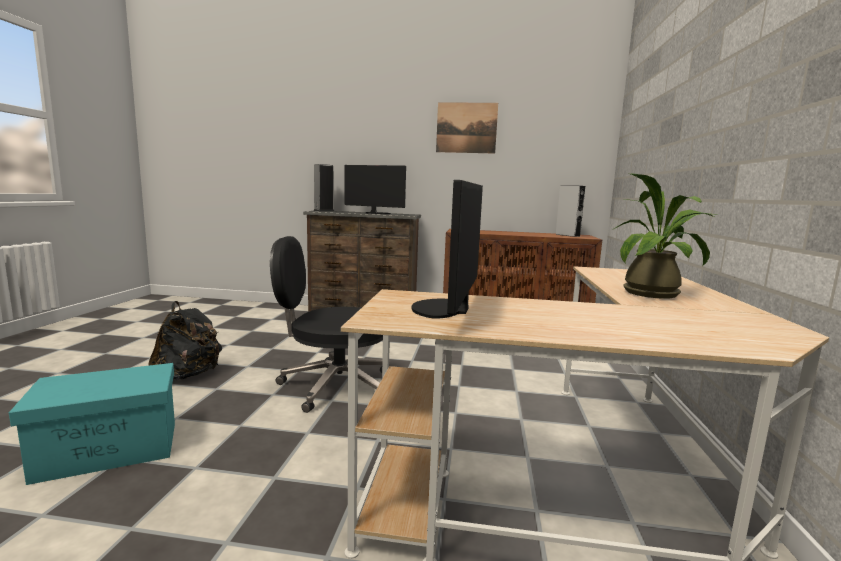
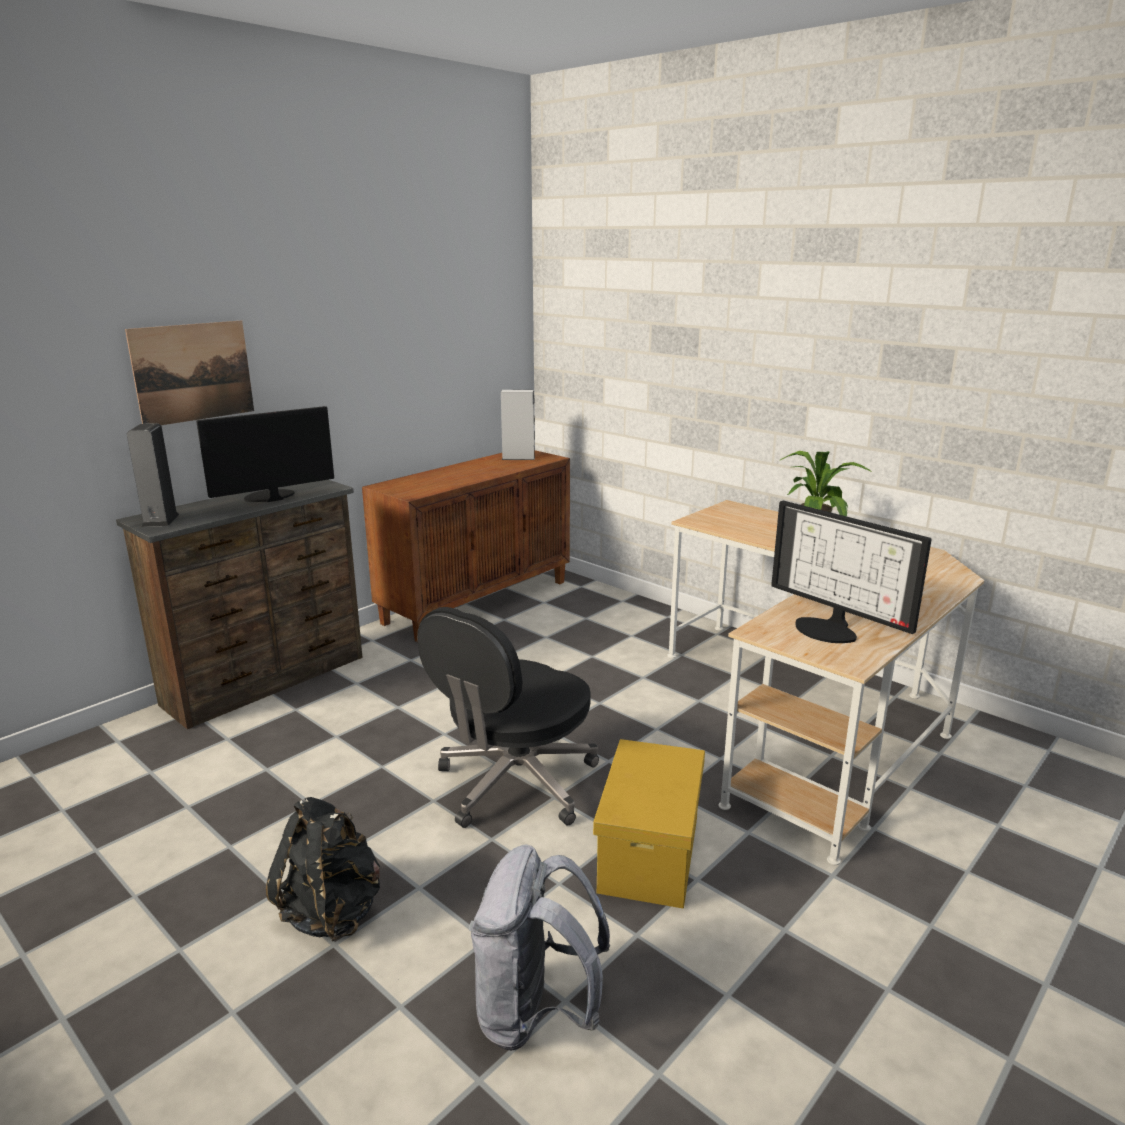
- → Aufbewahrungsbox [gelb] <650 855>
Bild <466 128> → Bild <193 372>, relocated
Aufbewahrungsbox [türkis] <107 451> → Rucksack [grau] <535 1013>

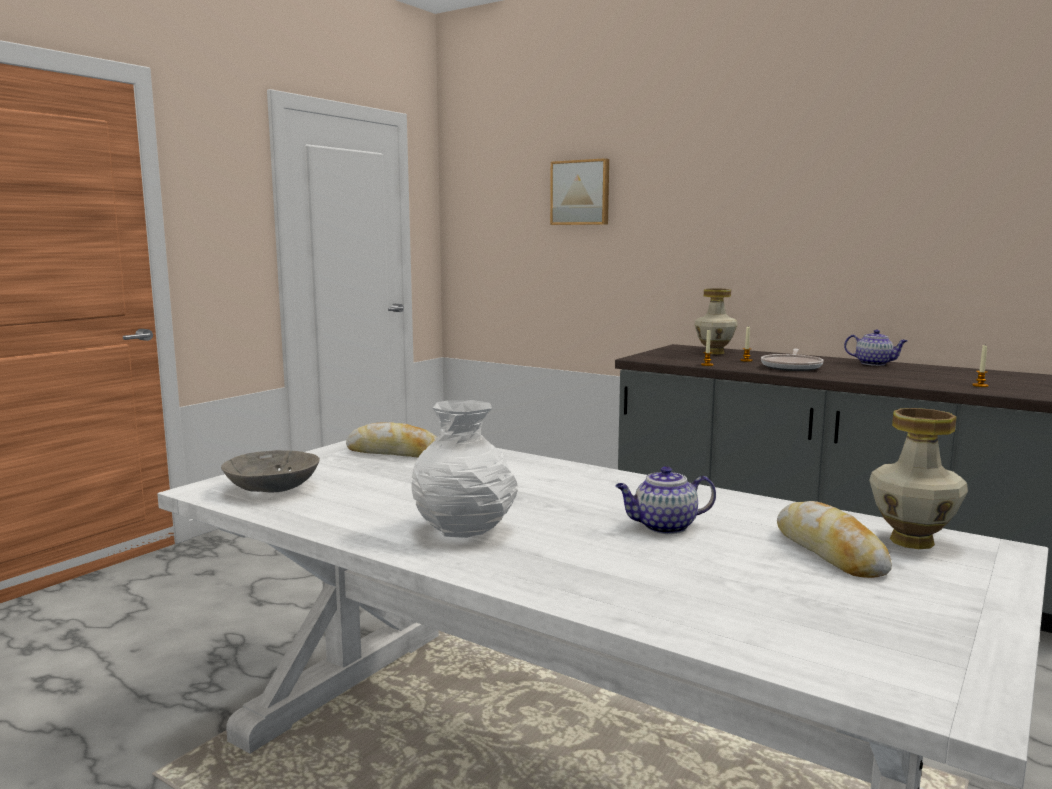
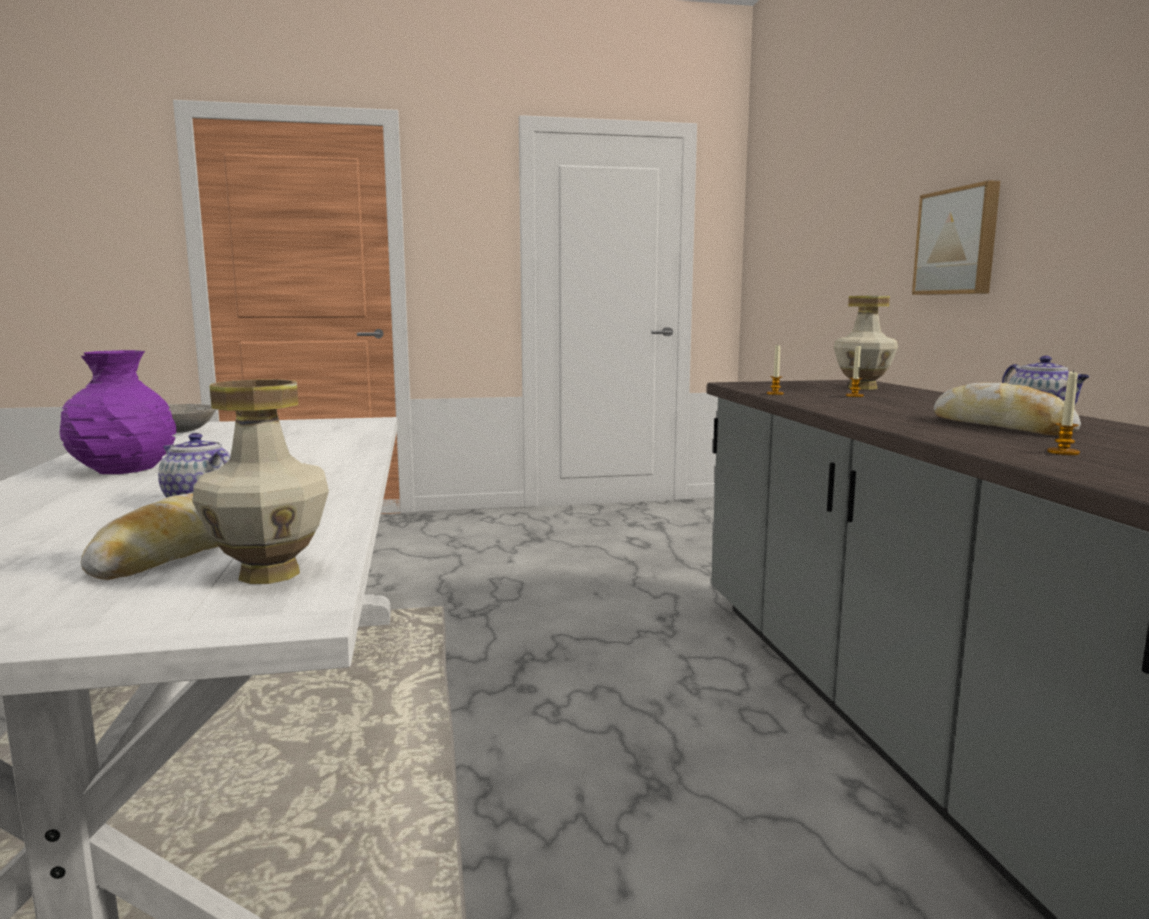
Pfanne <792 367> → -
Brot <394 452> → Brot <1001 426>, relocated
Bild <581 192> → Bild <958 242>, relocated
Vase [weiß] <465 529> → Vase [lila] <122 470>

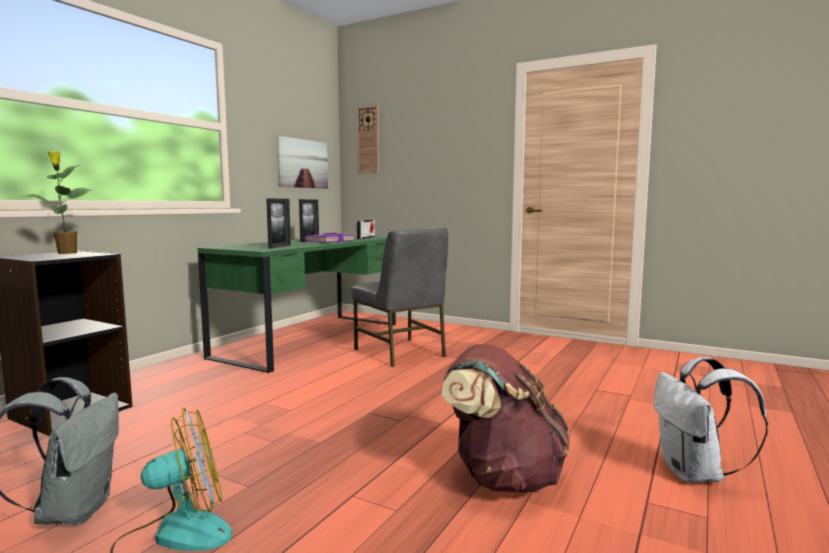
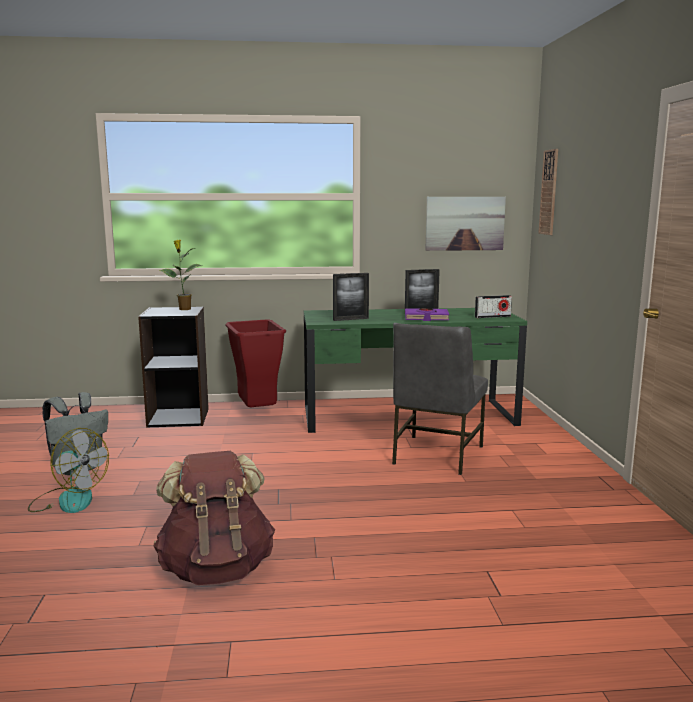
Rucksack [weiß] <695 474> → -
- → Mülleimer [rot] <258 413>

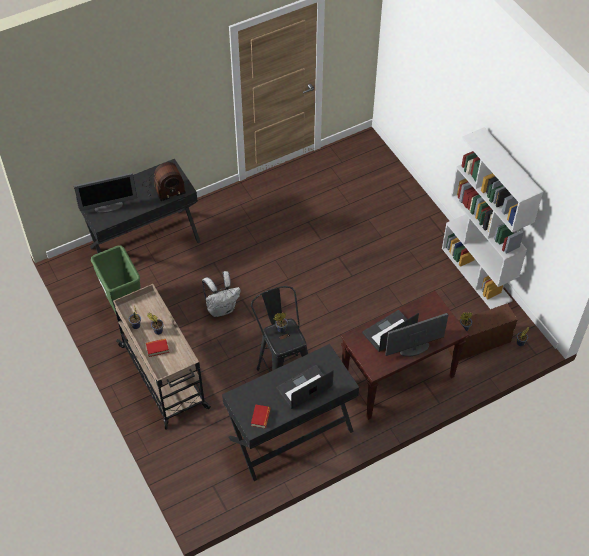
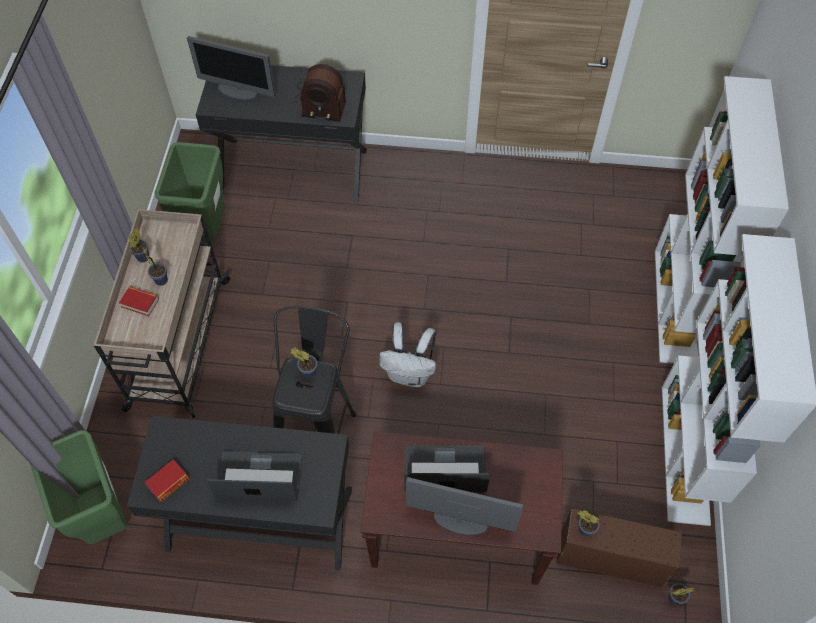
- → Mülleimer [grün] <106 519>
- → Bücherregal [weiß] <676 306>
Rucksack [weiß] <221 308> → Rucksack [weiß] <410 374>, relocated

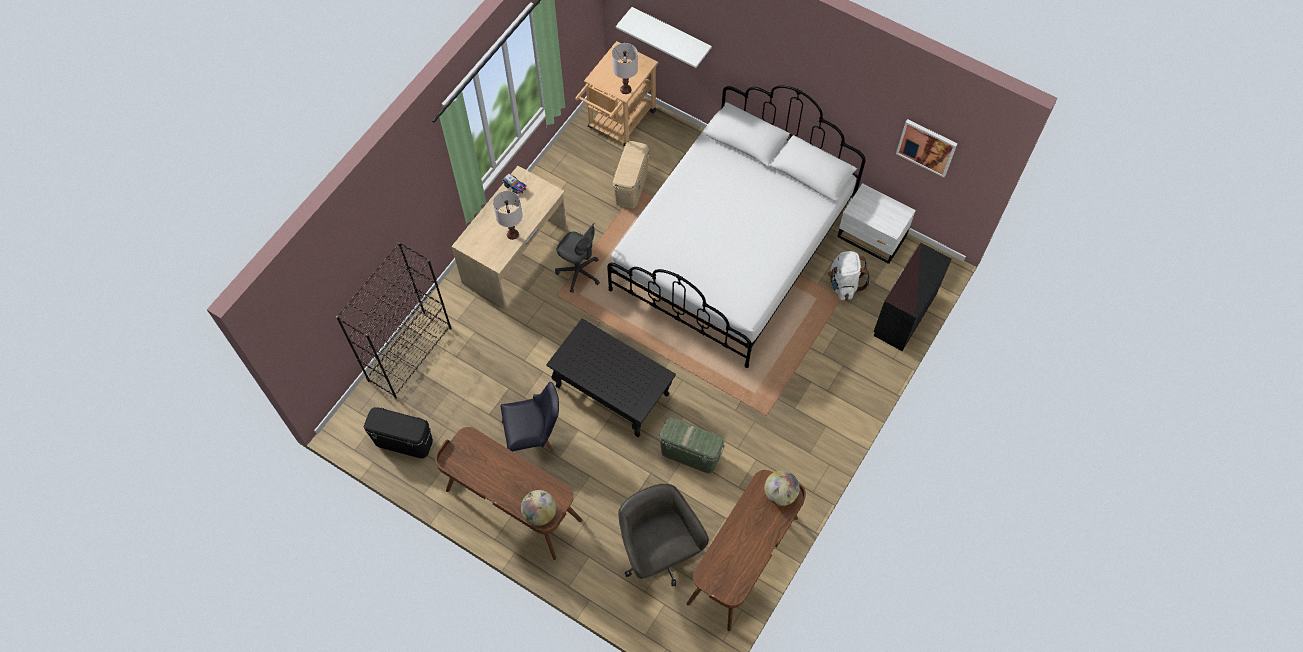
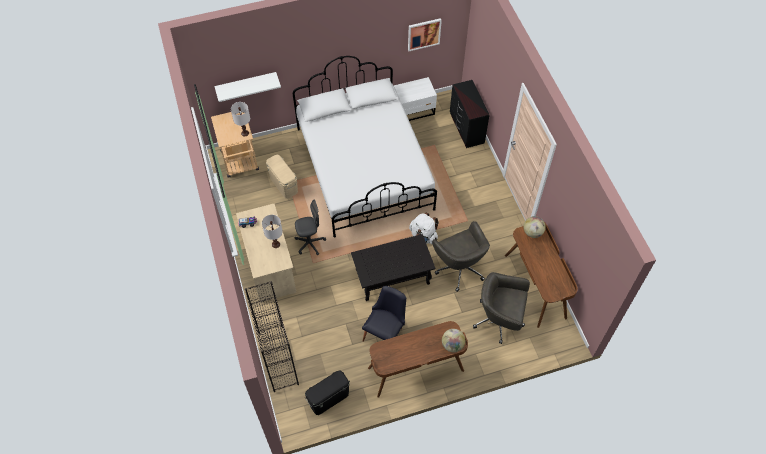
Rucksack [weiß] <844 284> → Rucksack [weiß] <423 235>, relocated
Aufbewahrungsbox [grün] <690 454> → Bürostuhl [grau] <459 268>

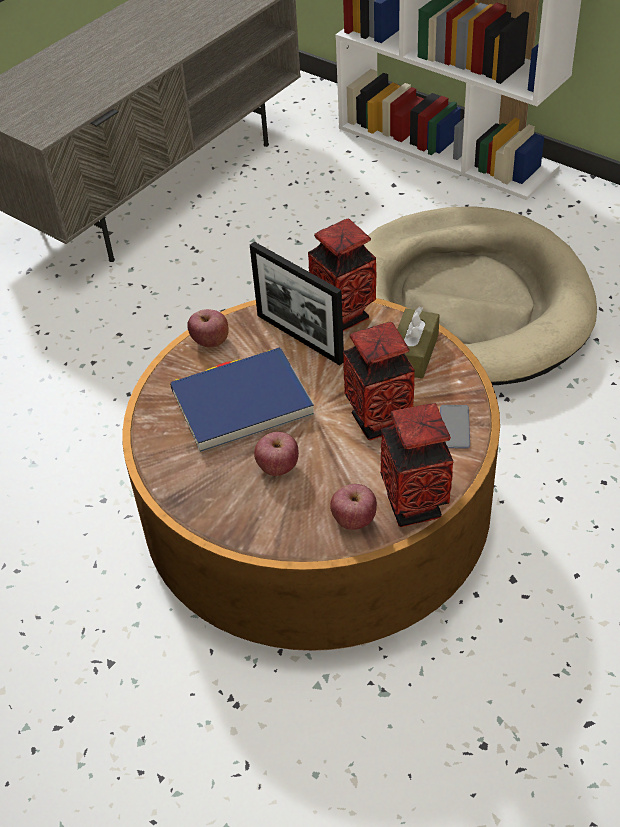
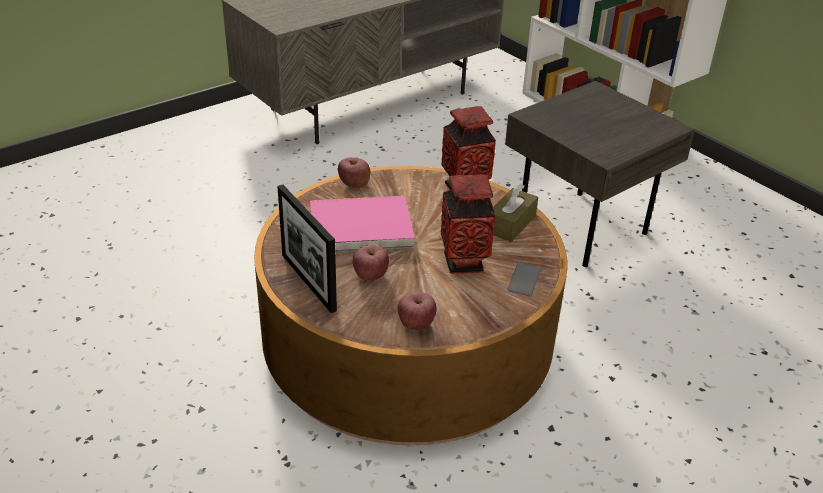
Vase <414 506> → -
Bilderrahmen <299 338> → Bilderrahmen <308 282>, relocated
Hundebett [beige] <467 303> → Beistelltisch [grau] <582 225>
Buch [blau] <242 403> → Buch [rosa] <360 228>

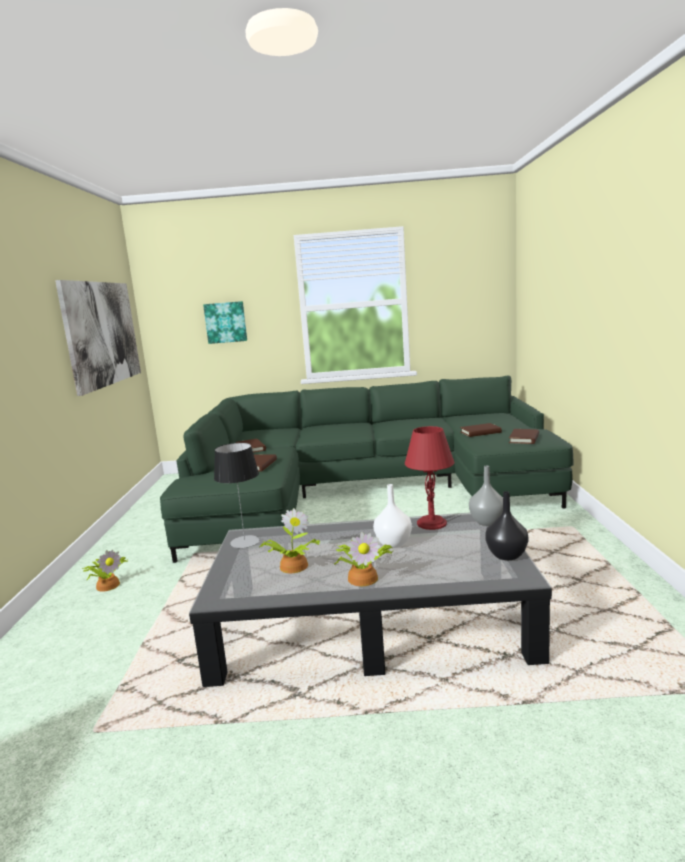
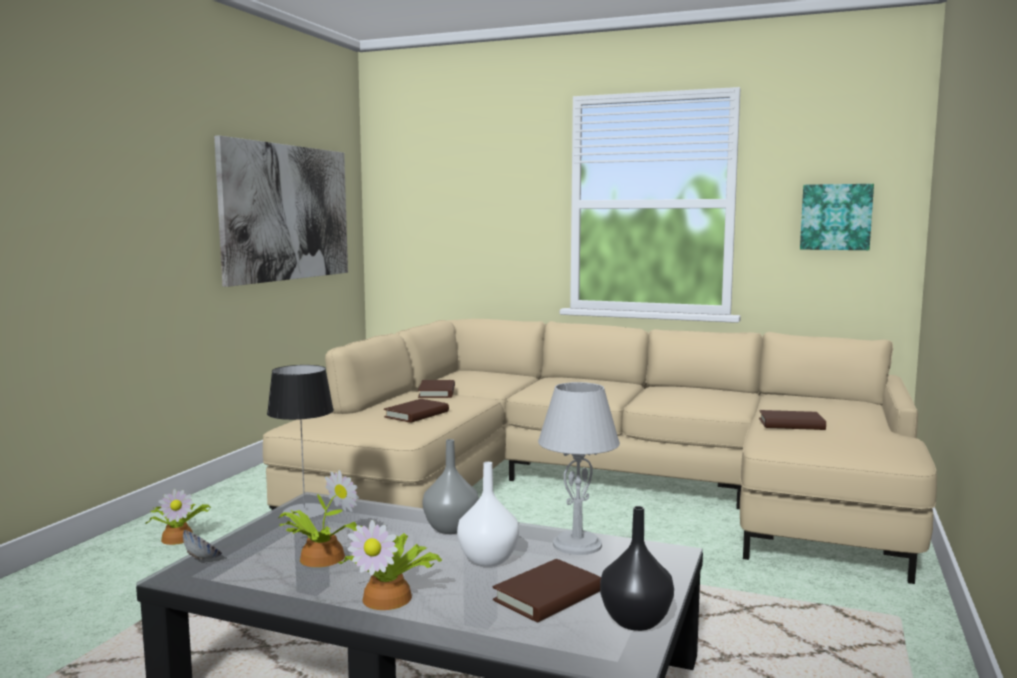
- → Schüssel <203 559>
Bild <226 322> → Bild <836 217>, relocated
Vase [grau] <487 522> → Vase [grau] <450 529>, relocated
Buch [braun] <524 439> → Buch [braun] <548 596>, relocated
Sofa [grün] <362 491> → Sofa [beige] <599 488>
Tischlampe [rot] <431 523> → Tischlampe [grau] <577 544>

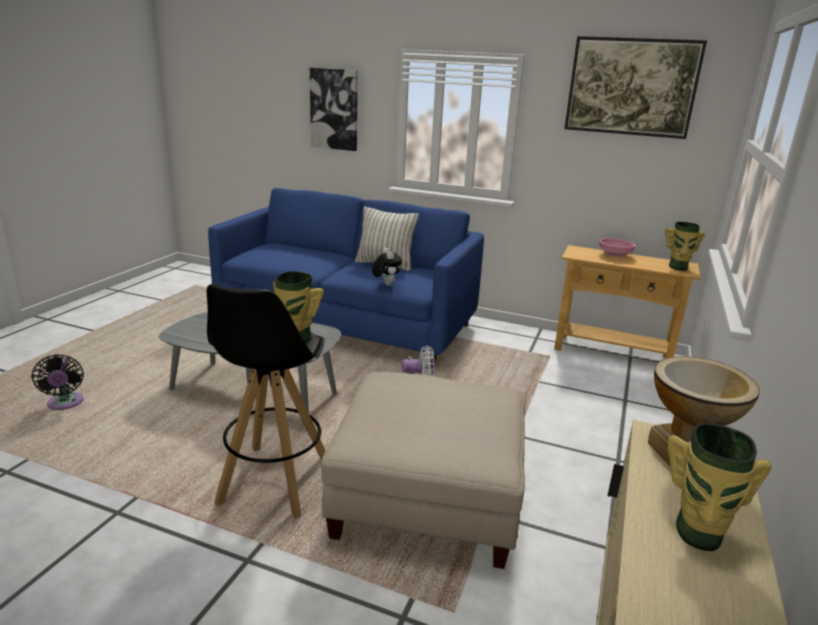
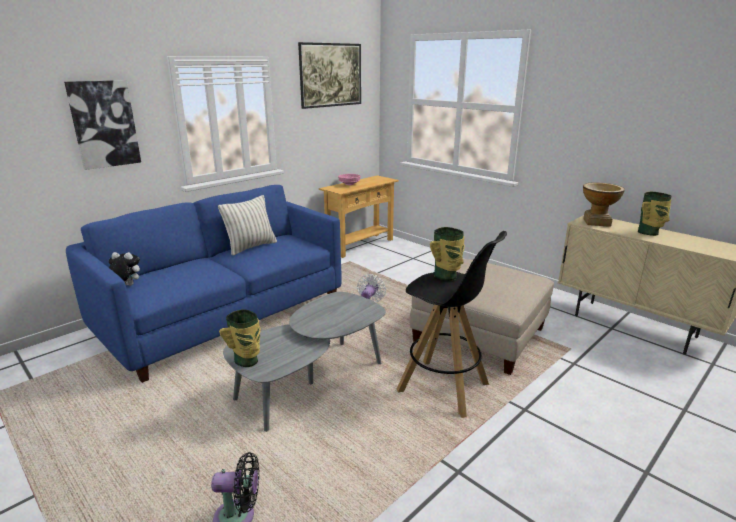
Plüschtier <385 284> → Plüschtier <126 285>, relocated
Vase <678 267> → Vase <247 361>, relocated

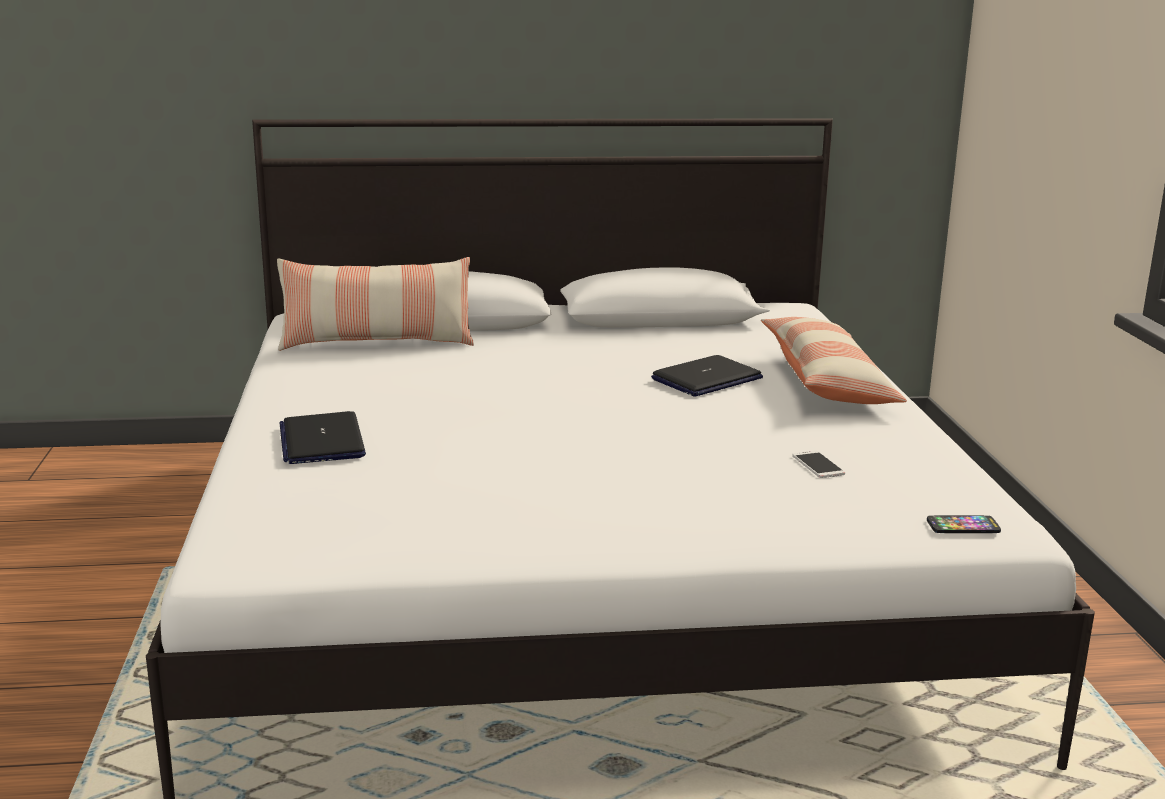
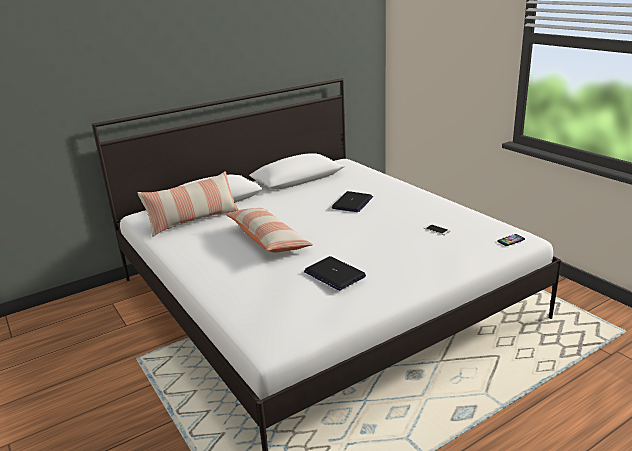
Laptop <322 441> → Laptop <334 274>, relocated
Kissen <827 382> → Kissen <268 239>, relocated

